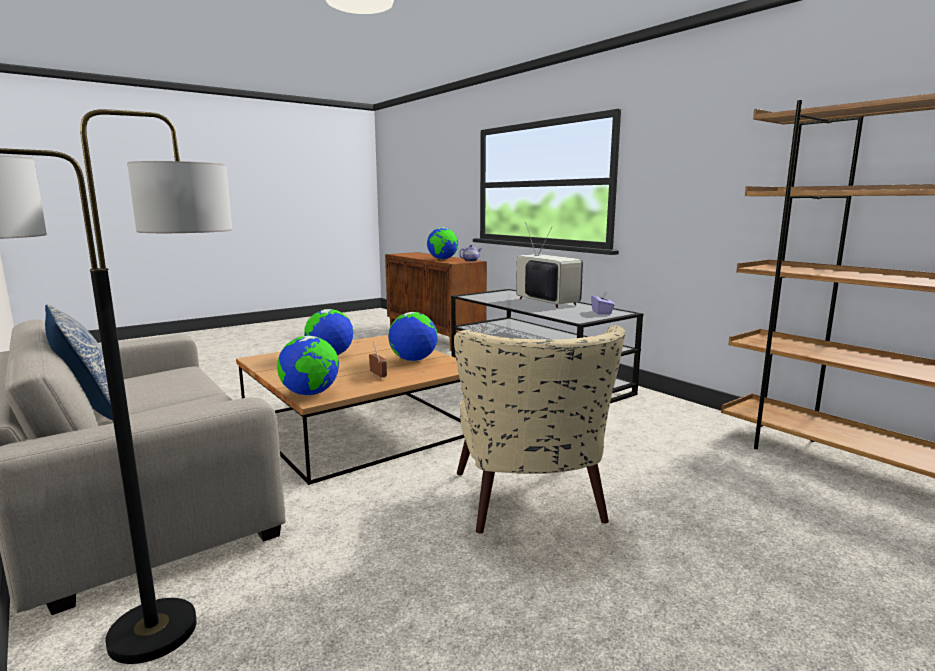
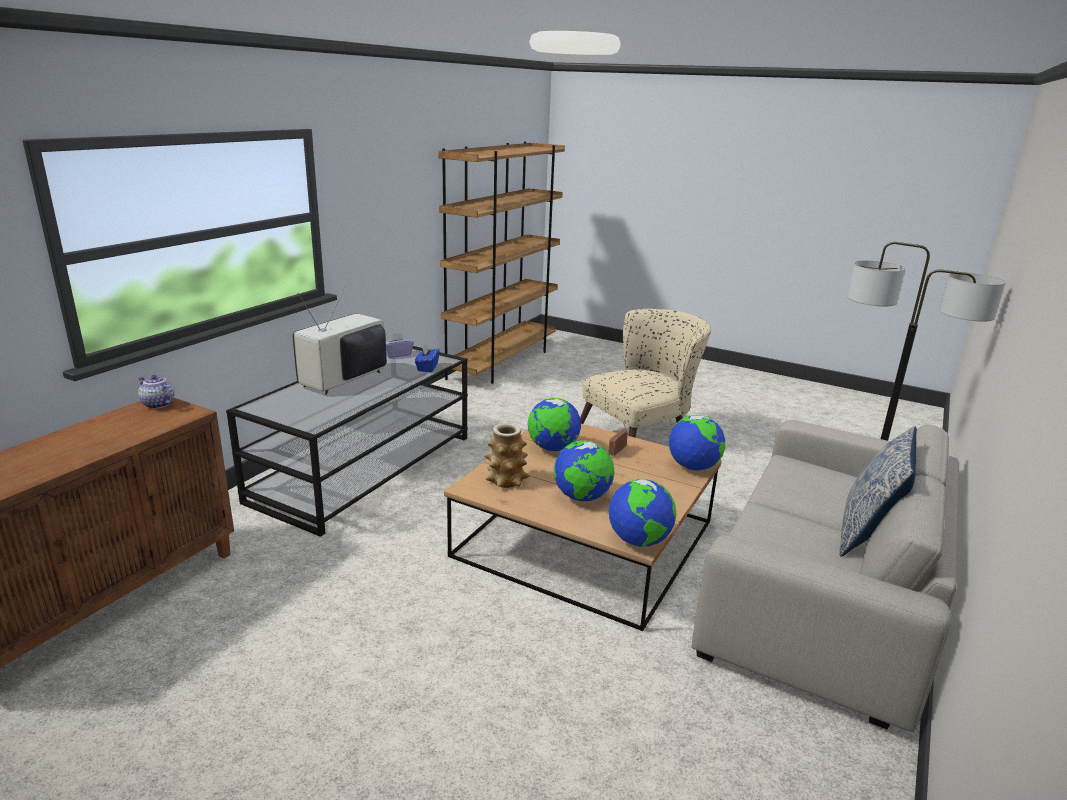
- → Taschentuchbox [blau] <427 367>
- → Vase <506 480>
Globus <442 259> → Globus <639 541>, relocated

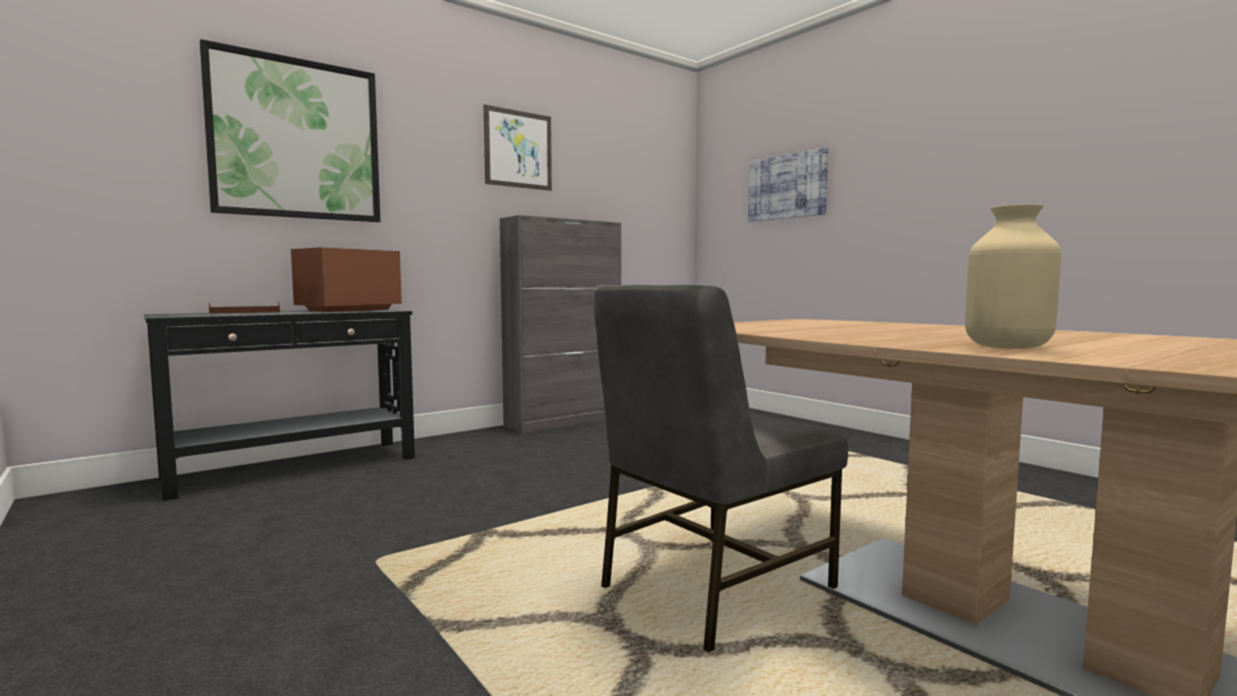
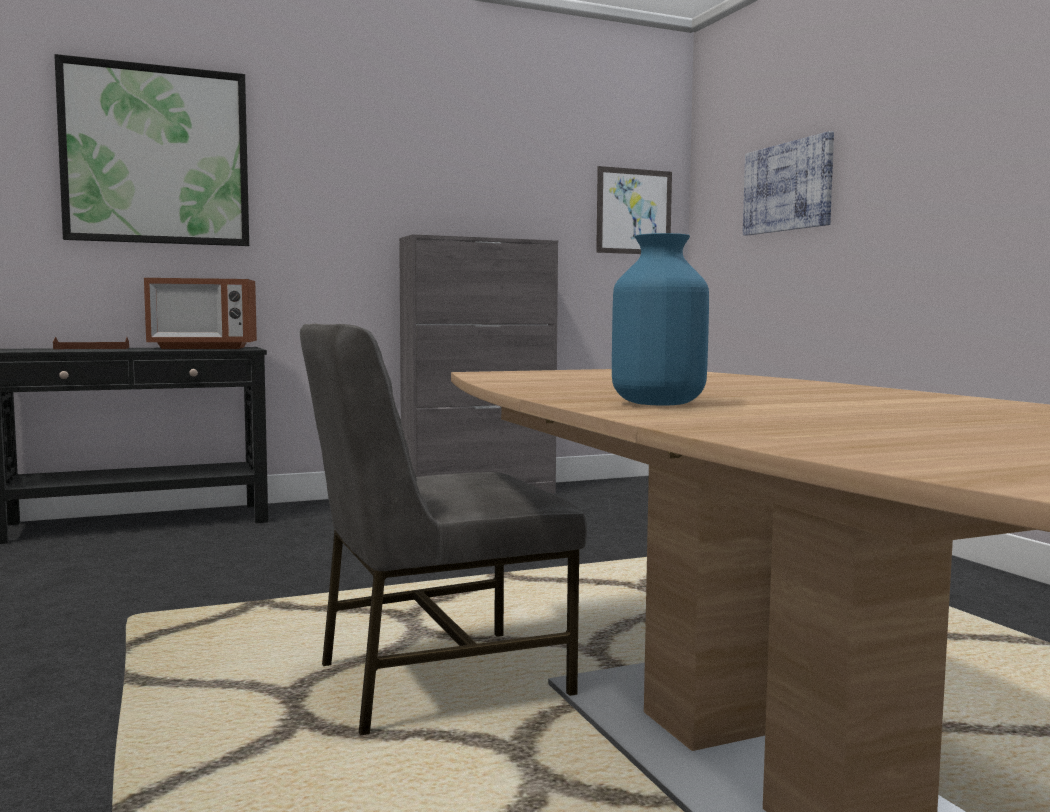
Bild <518 149> → Bild <634 211>, relocated
Vase [beige] <1006 347> → Vase [blau] <657 403>
Mikrowelle <349 310> → Mikrowelle <203 348>, 150 degrees counterclockwise

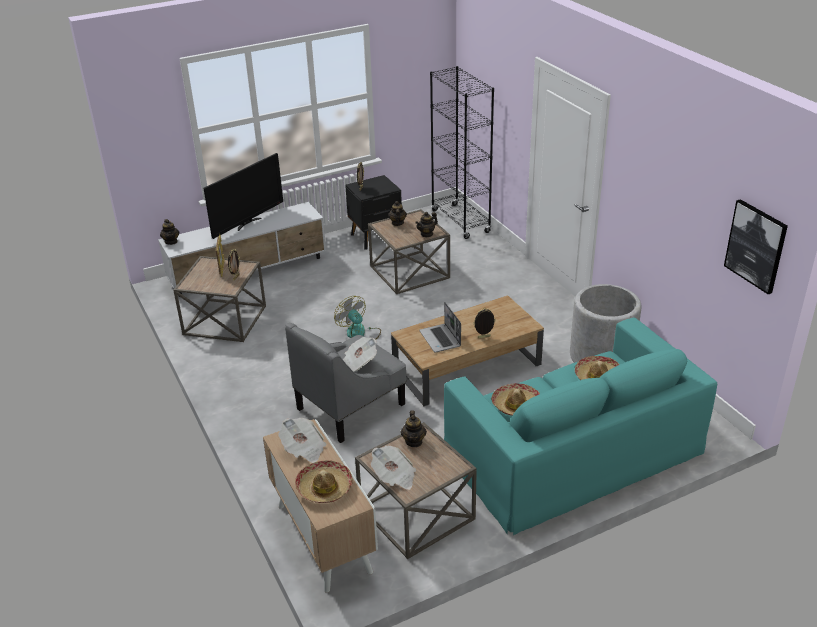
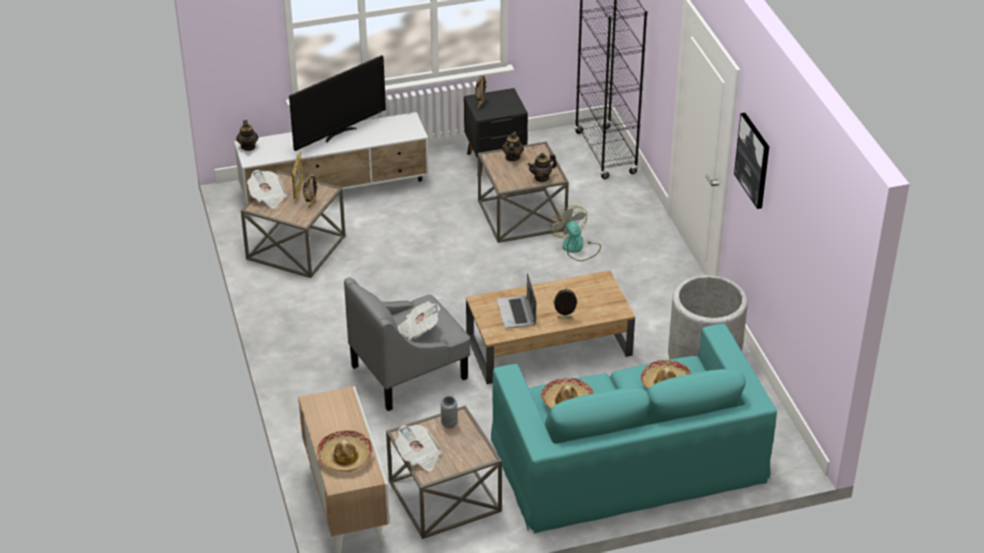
Zeitung <304 449> → Zeitung <267 197>, relocated
Ventilator <359 334> → Ventilator <576 248>, relocated
Bild <756 246> → Bild <753 160>, relocated
Teekanne <414 441> → Vase [grau] <449 424>

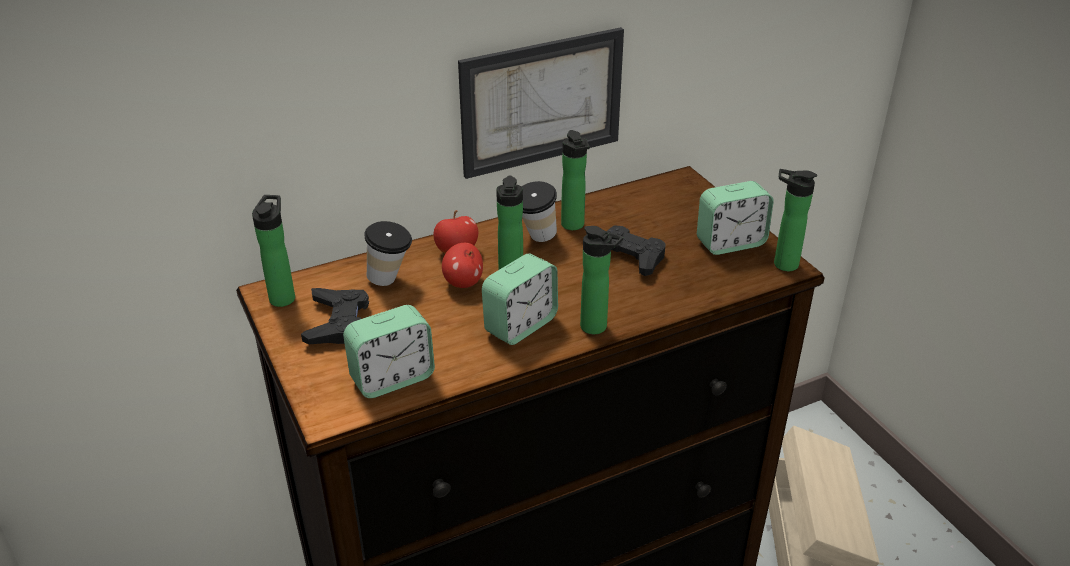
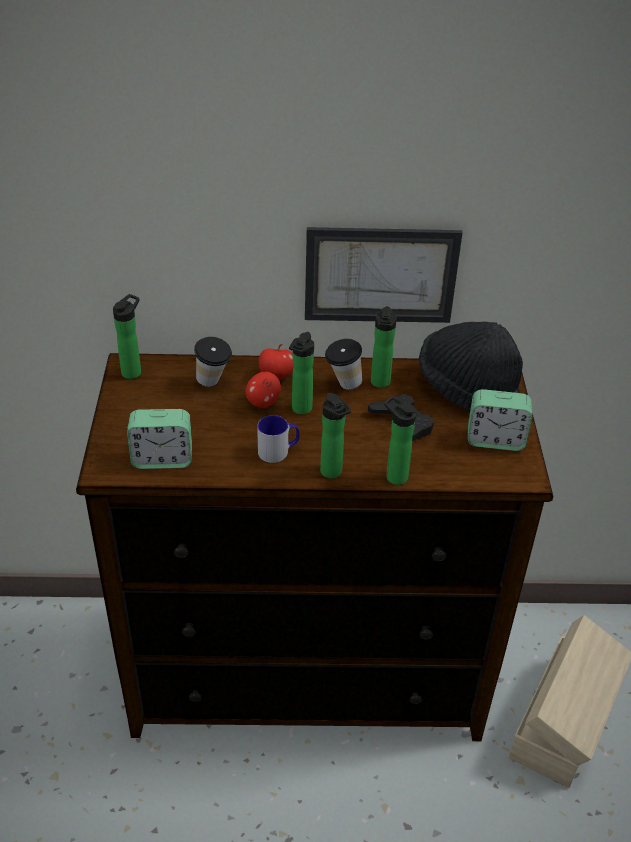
Gamepad [schwarz] <338 322> → -
- → Hut [schwarz] <467 388>
Flasche <781 264> → Flasche <394 476>, relocated
Wecker <520 325> → Henkelbecher <278 451>

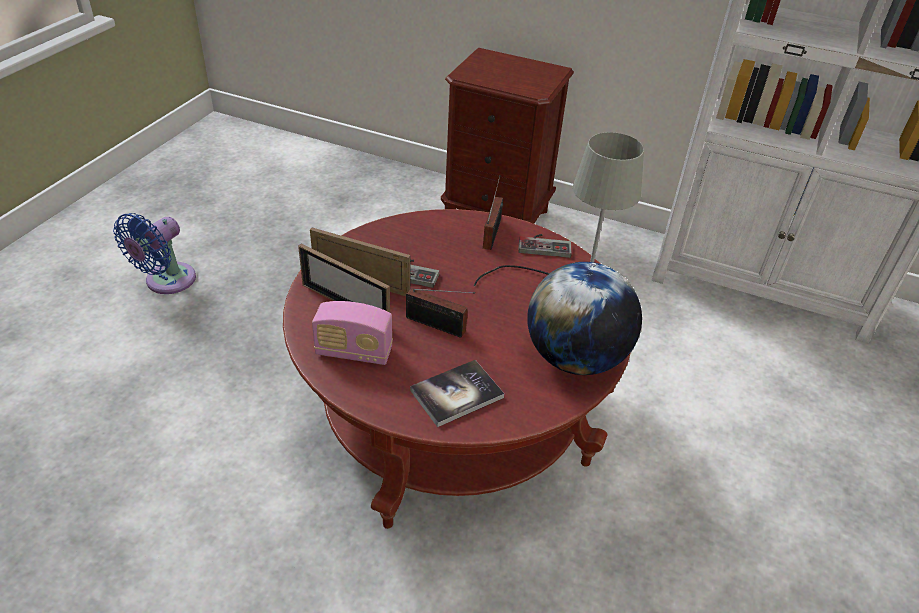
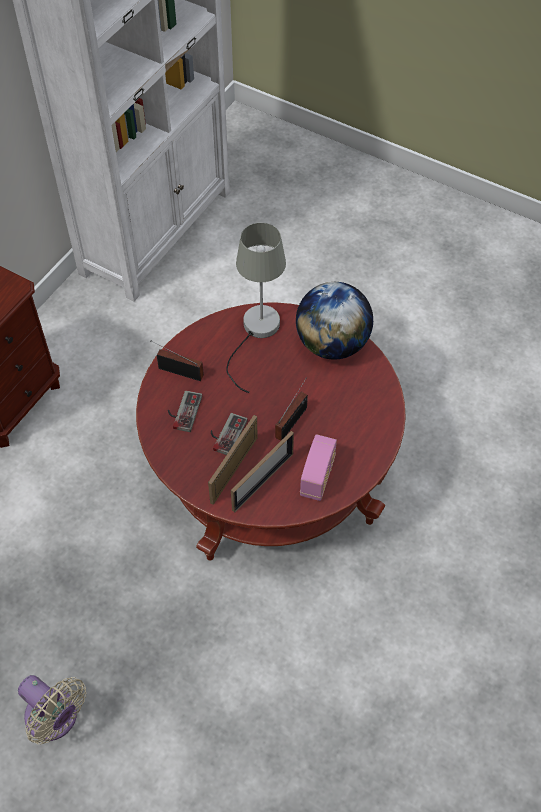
Buch <456 394> → -
Gamepad <544 245> → Gamepad <182 411>, relocated
Ventilator [blau] <166 282> → Ventilator [beige] <55 719>

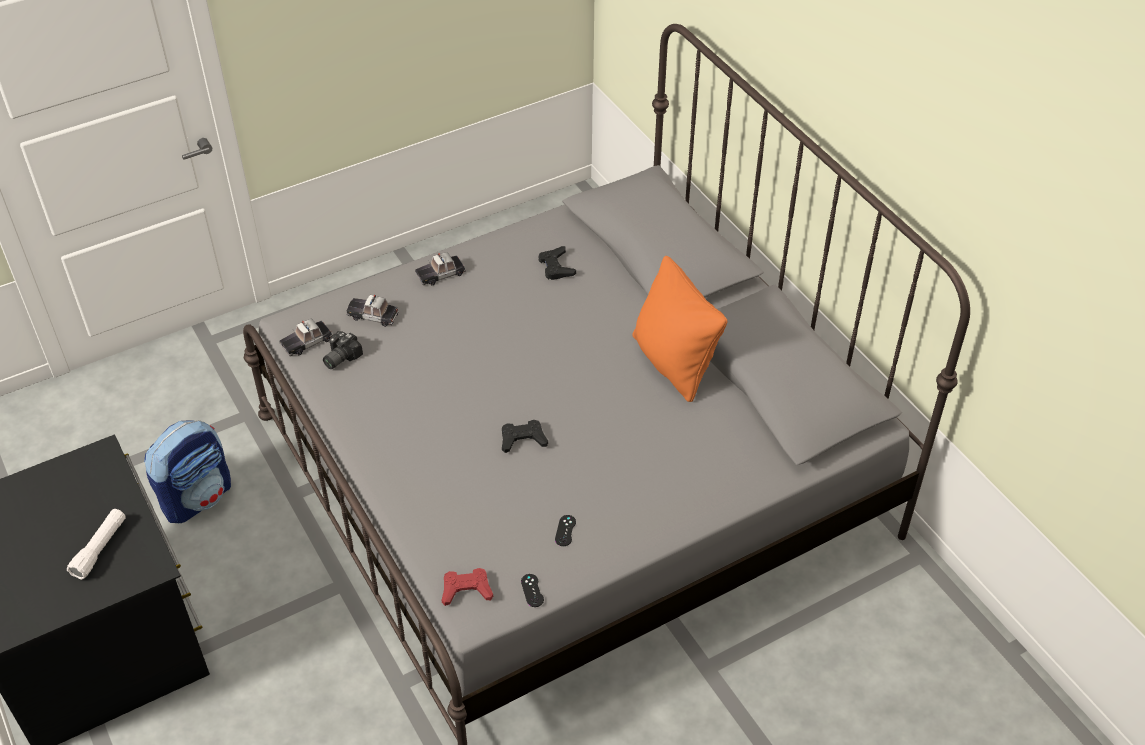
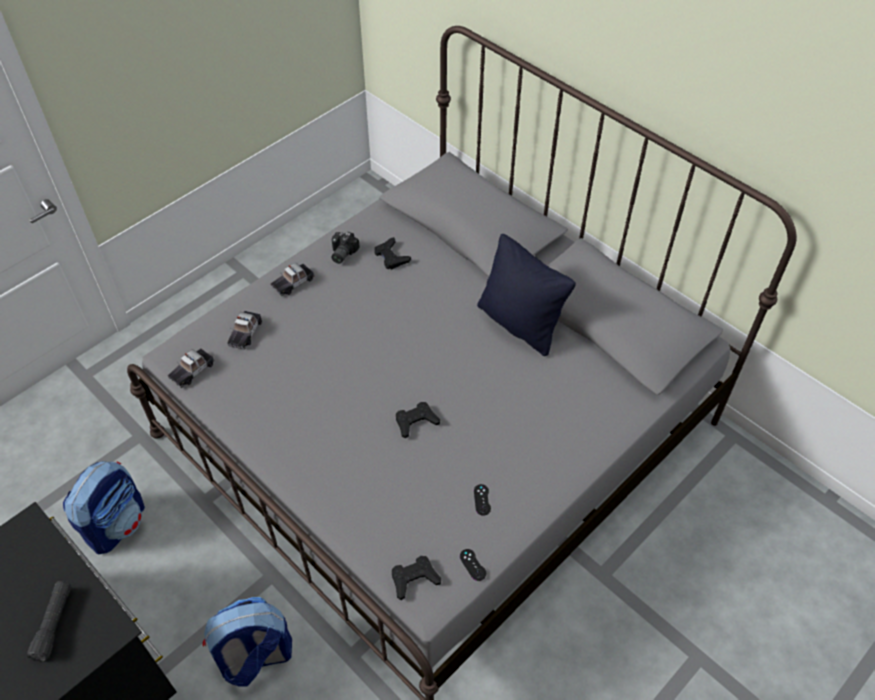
- → Rucksack <255 657>
Kamera <339 357> → Kamera <341 253>, relocated
Taschenlampe [weiß] <100 549> → Taschenlampe [schwarz] <54 624>
Gamepad [rot] <466 590> → Gamepad [schwarz] <414 579>
Kissen [orange] <673 363> → Kissen [schwarz] <519 324>
Spielzeugauto <373 315> → Spielzeugauto <245 332>, 75 degrees counterclockwise

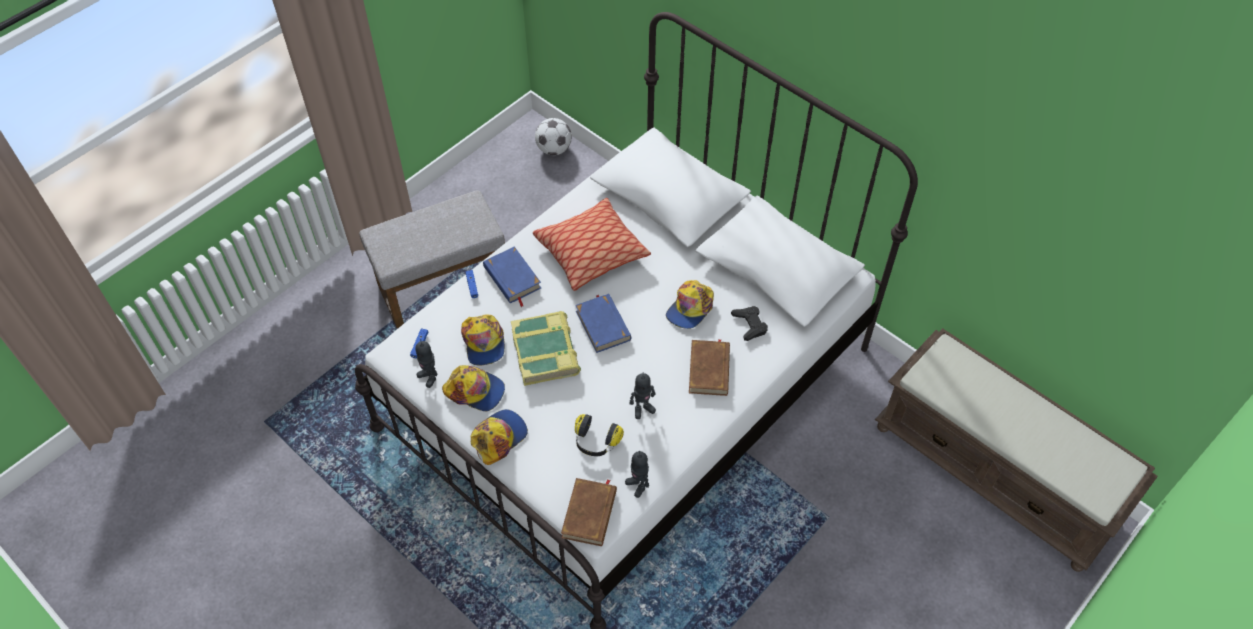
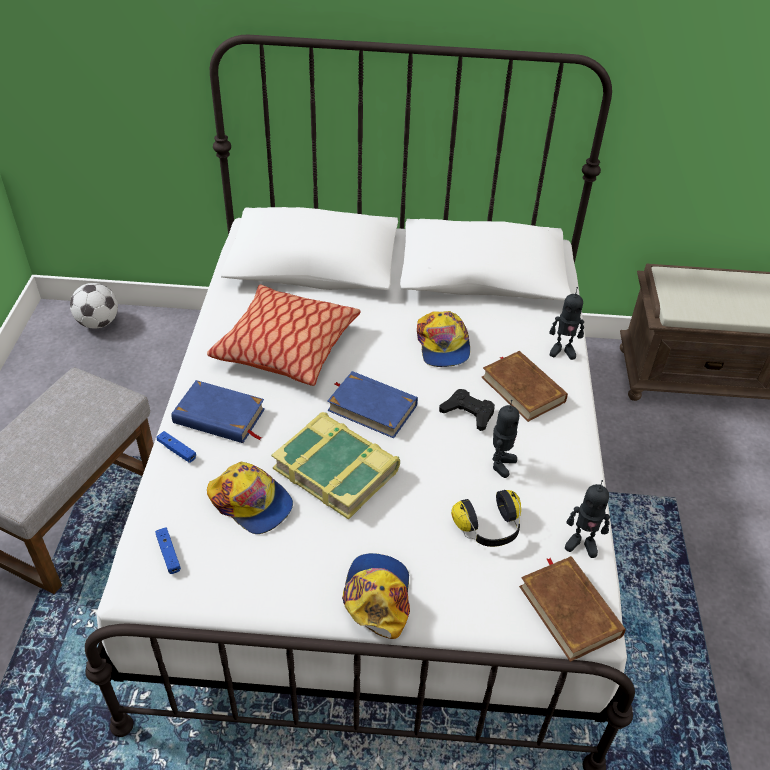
Kappe <475 391> → -
Spielzeugroboter <429 377> → Spielzeugroboter <562 351>, relocated
Gamepad [schwarz] <749 325> → Gamepad [schwarz] <468 413>, relocated

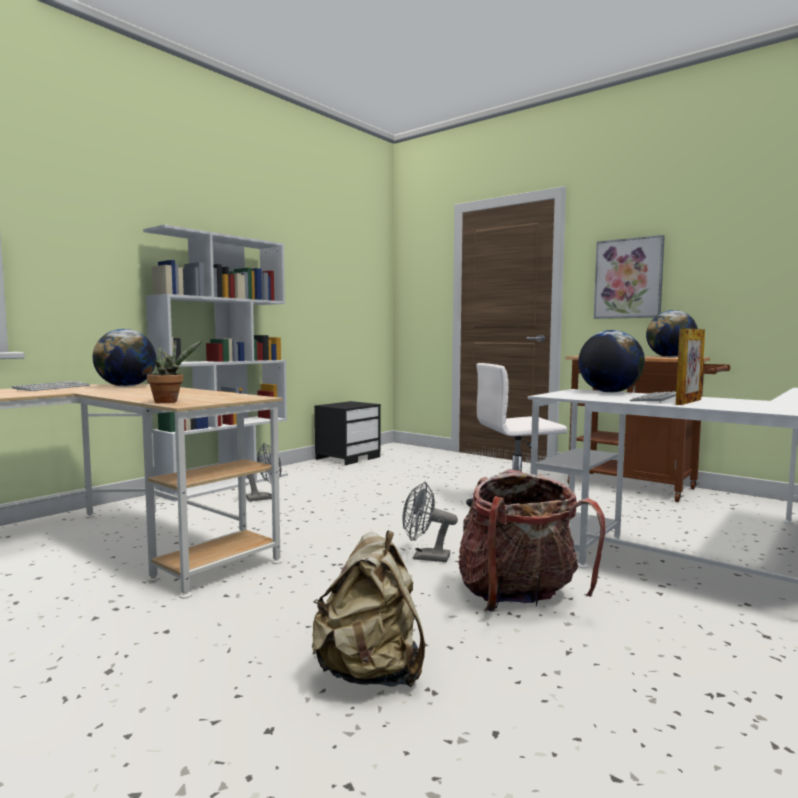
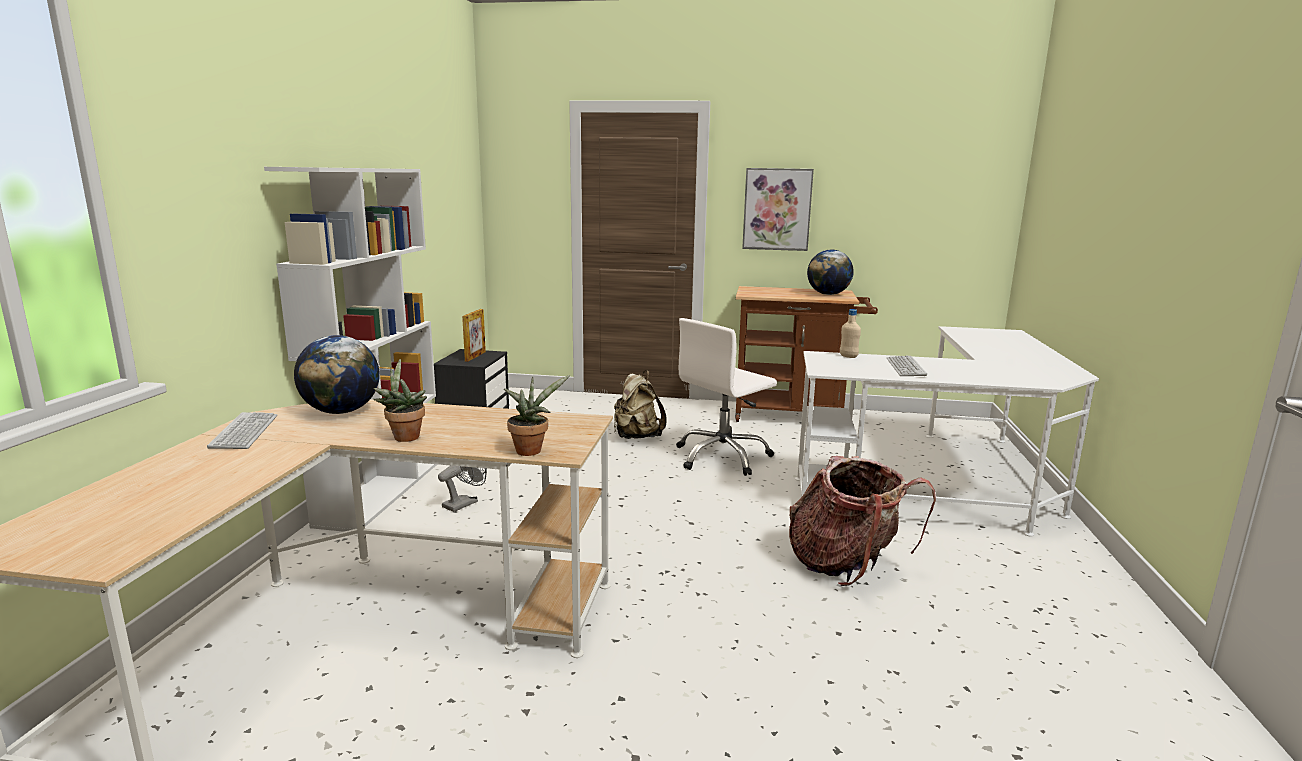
Ventilator [grau] <425 557> → -
- → Topfpflanze <404 436>
Rucksack [beige] <371 673> → Rucksack [beige] <636 437>, relocated
Bilderrahmen <688 402> → Bilderrahmen <475 356>, relocated
Globus <609 392> → Flasche [beige] <848 356>

